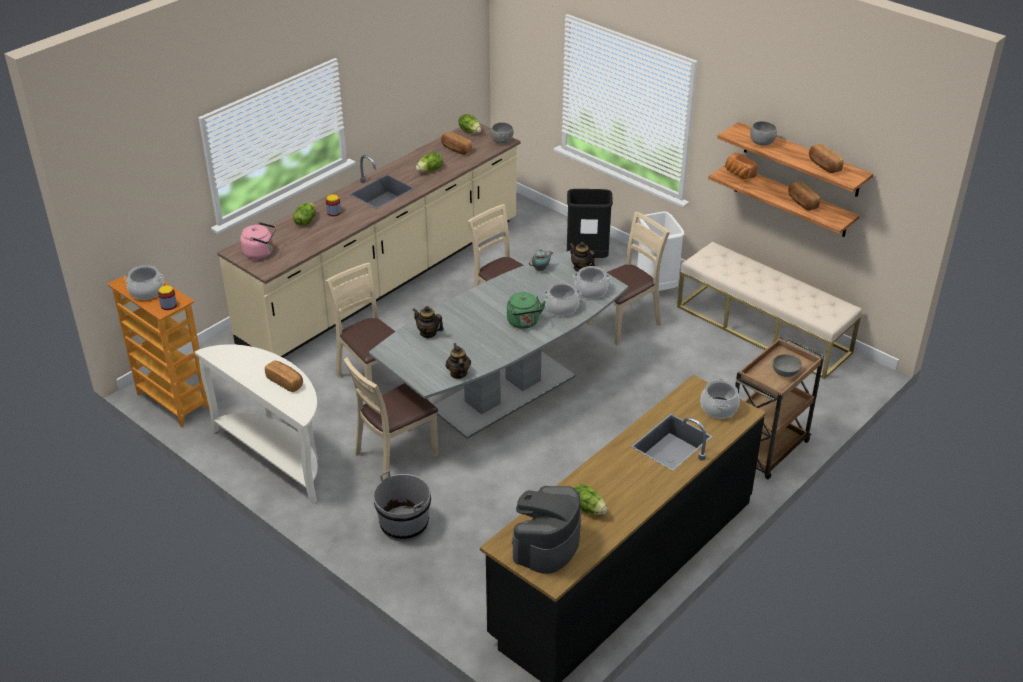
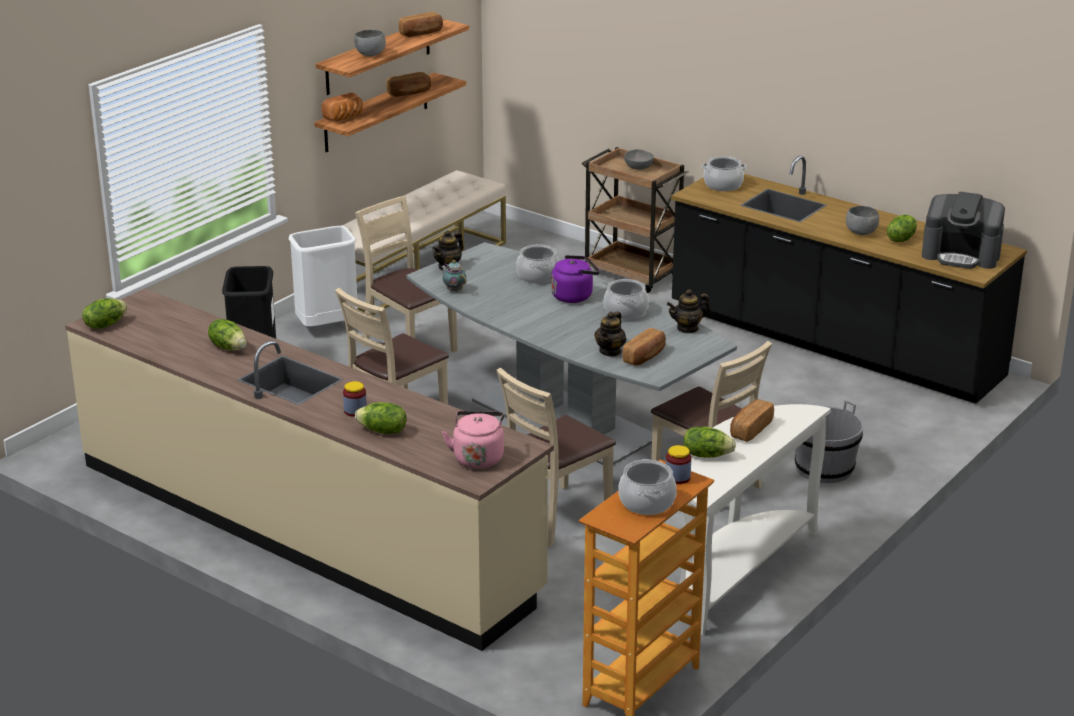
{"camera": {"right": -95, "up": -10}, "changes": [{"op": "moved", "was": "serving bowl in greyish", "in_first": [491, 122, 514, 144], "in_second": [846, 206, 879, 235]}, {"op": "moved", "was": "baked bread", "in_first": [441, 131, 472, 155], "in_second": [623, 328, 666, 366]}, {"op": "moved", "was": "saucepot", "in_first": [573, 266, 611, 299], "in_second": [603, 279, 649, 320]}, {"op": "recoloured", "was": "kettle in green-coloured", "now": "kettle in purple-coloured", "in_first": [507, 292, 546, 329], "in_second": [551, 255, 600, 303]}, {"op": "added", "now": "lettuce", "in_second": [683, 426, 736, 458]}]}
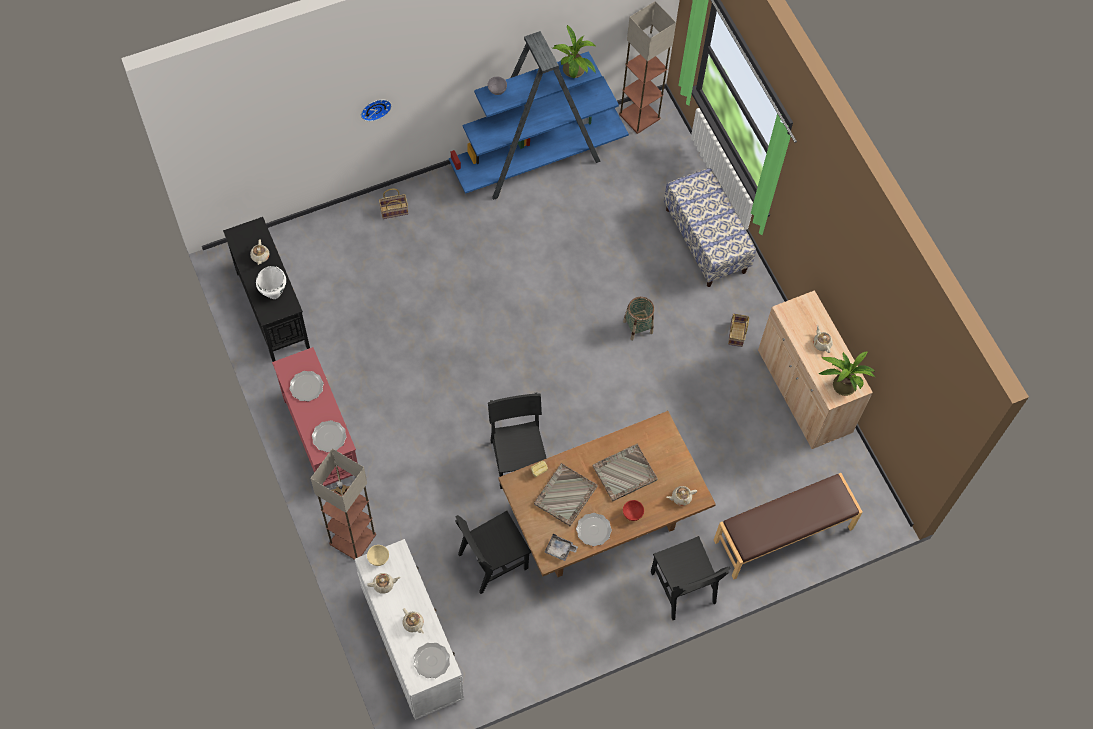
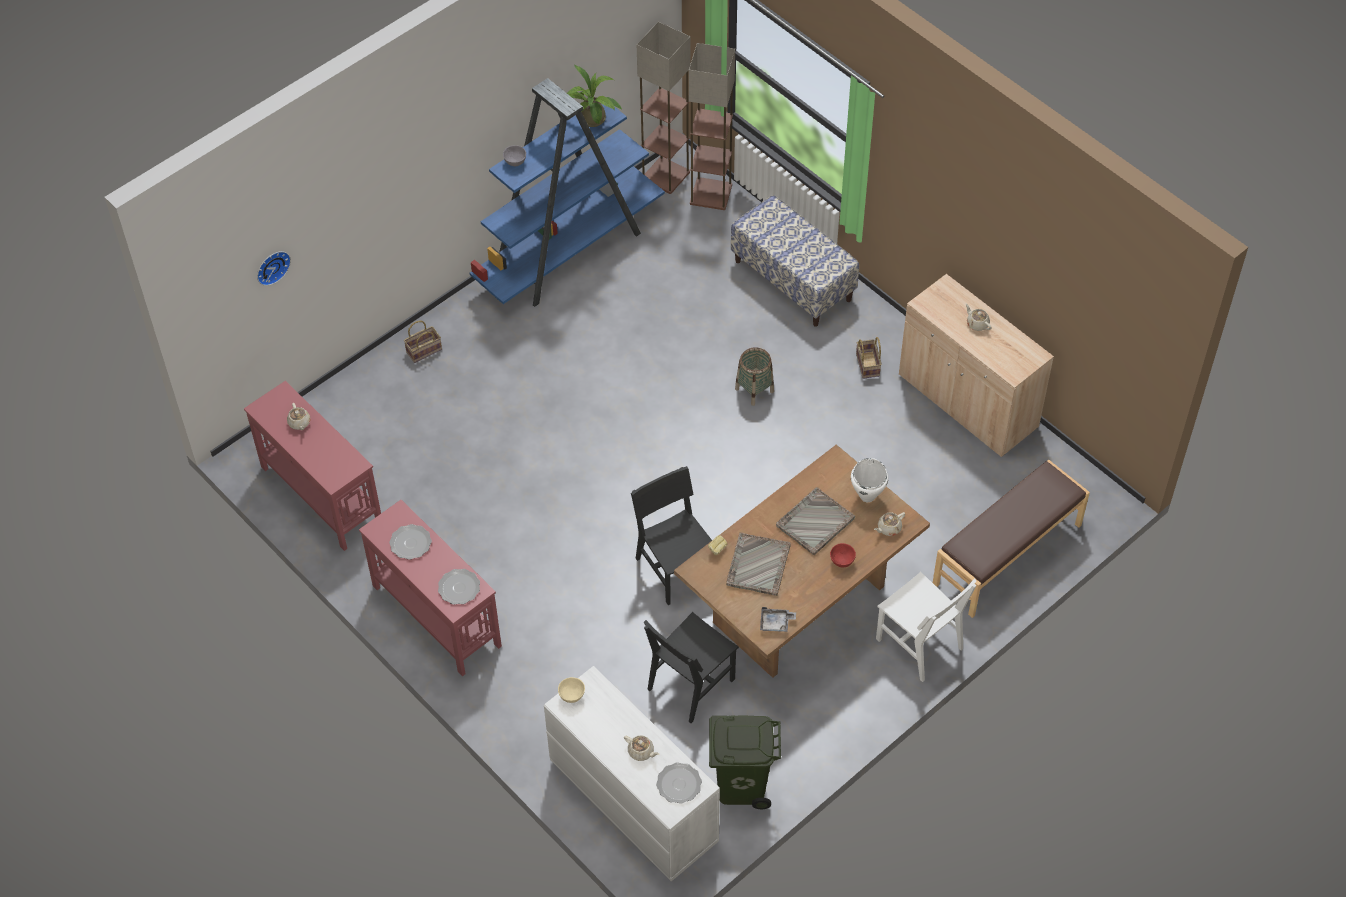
{"camera": {"right": -15, "up": -10}, "changes": [{"op": "moved", "was": "hanging clock", "in_first": [361, 99, 392, 121], "in_second": [257, 251, 291, 286]}, {"op": "recoloured", "was": "console table in black", "now": "console table in reddish", "in_first": [223, 217, 310, 362], "in_second": [244, 381, 381, 551]}, {"op": "moved", "was": "saucepot in whitish", "in_first": [256, 266, 286, 299], "in_second": [851, 458, 888, 502]}, {"op": "removed", "was": "houseplant", "in_first": [819, 352, 876, 396]}, {"op": "moved", "was": "standing lamp", "in_first": [310, 448, 376, 560], "in_second": [689, 43, 735, 210]}, {"op": "removed", "was": "dinner plate", "in_first": [576, 513, 612, 546]}, {"op": "recoloured", "was": "upright chair in black", "now": "upright chair in whitish", "in_first": [651, 536, 731, 620], "in_second": [876, 572, 977, 682]}, {"op": "removed", "was": "pot for tea in sand-coloured", "in_first": [367, 573, 401, 594]}, {"op": "added", "now": "trash can in green-coloured", "in_second": [709, 715, 781, 809]}]}
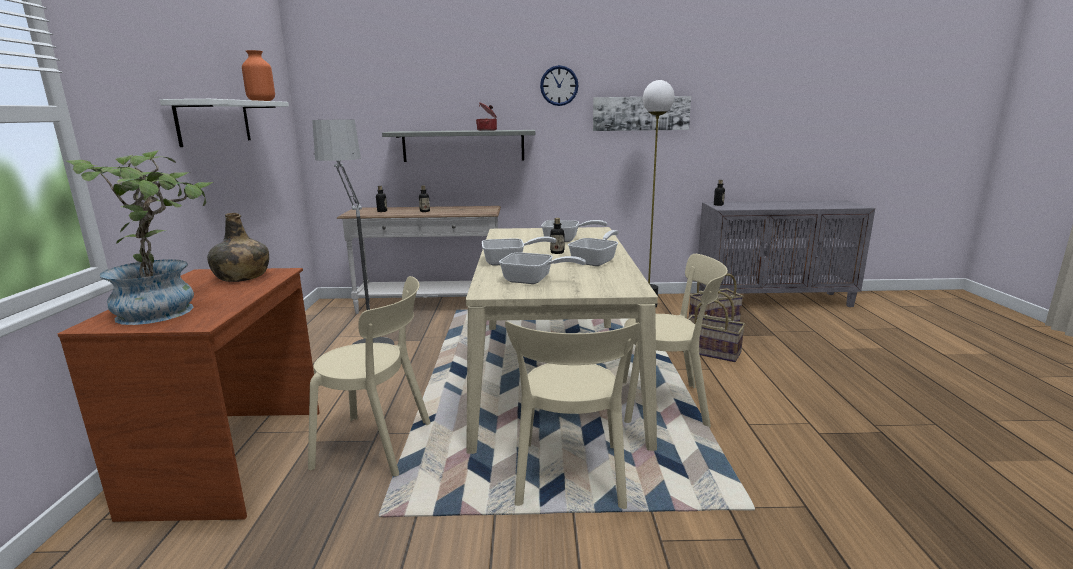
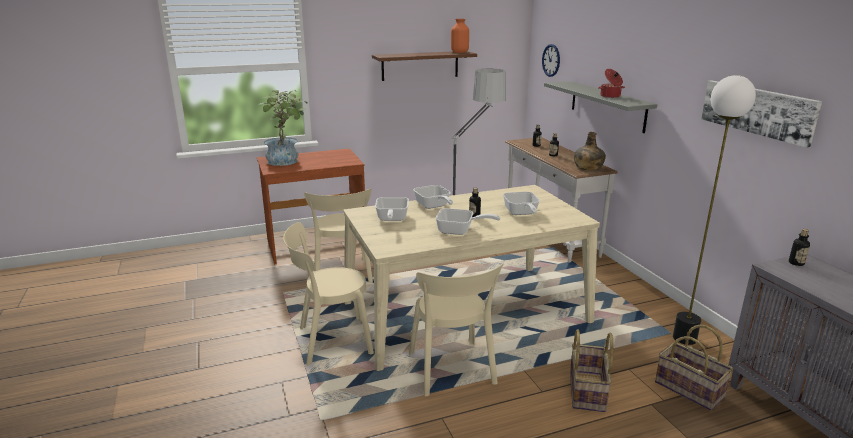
{"camera": {"right": 70, "up": 5}, "changes": [{"op": "moved", "was": "hanging clock", "in_first": [540, 65, 579, 106], "in_second": [542, 44, 560, 77]}, {"op": "recoloured", "was": "bracket shelf in whitish", "now": "bracket shelf in brown", "in_first": [160, 99, 289, 147], "in_second": [372, 51, 477, 81]}, {"op": "moved", "was": "beverage bottle in green-coloured", "in_first": [207, 213, 269, 282], "in_second": [574, 132, 606, 170]}]}
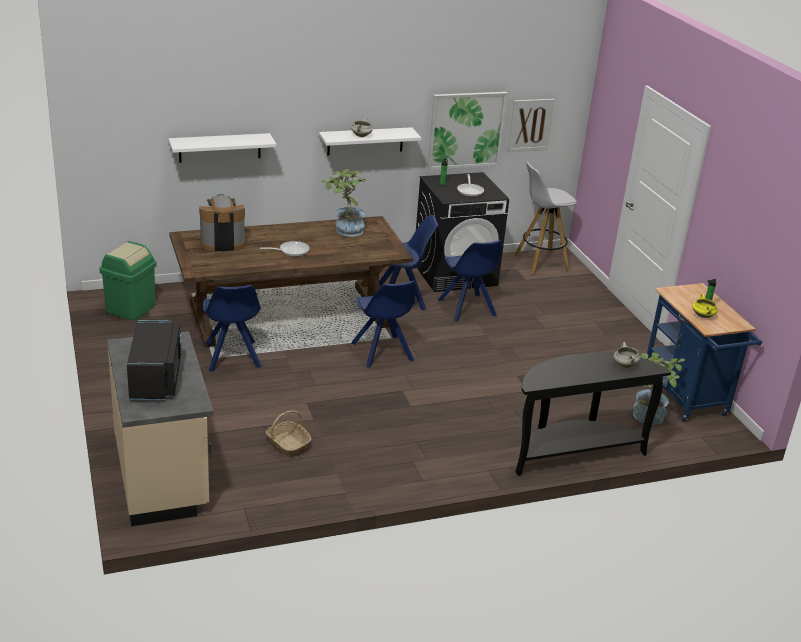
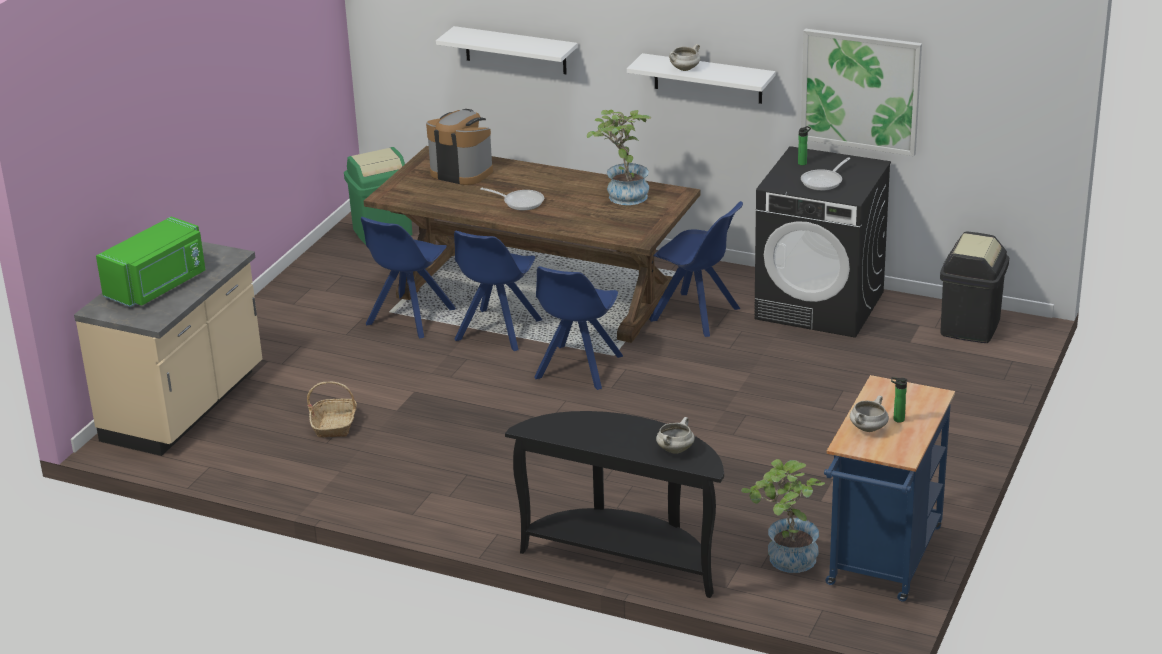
{"camera": {"right": 45, "up": 0}, "changes": [{"op": "removed", "was": "wall picture", "in_first": [507, 99, 555, 152]}, {"op": "replaced", "was": "stool seat in whitish", "now": "trash can in black", "in_first": [514, 162, 577, 275], "in_second": [940, 231, 1009, 343]}, {"op": "moved", "was": "upright chair in blue", "in_first": [438, 240, 502, 322], "in_second": [454, 231, 542, 351]}, {"op": "recoloured", "was": "saucepot in yellow", "now": "saucepot in whitish", "in_first": [692, 294, 717, 318], "in_second": [850, 396, 889, 432]}, {"op": "recoloured", "was": "microwave in black", "now": "microwave in green-coloured", "in_first": [127, 319, 182, 400], "in_second": [96, 216, 205, 307]}]}
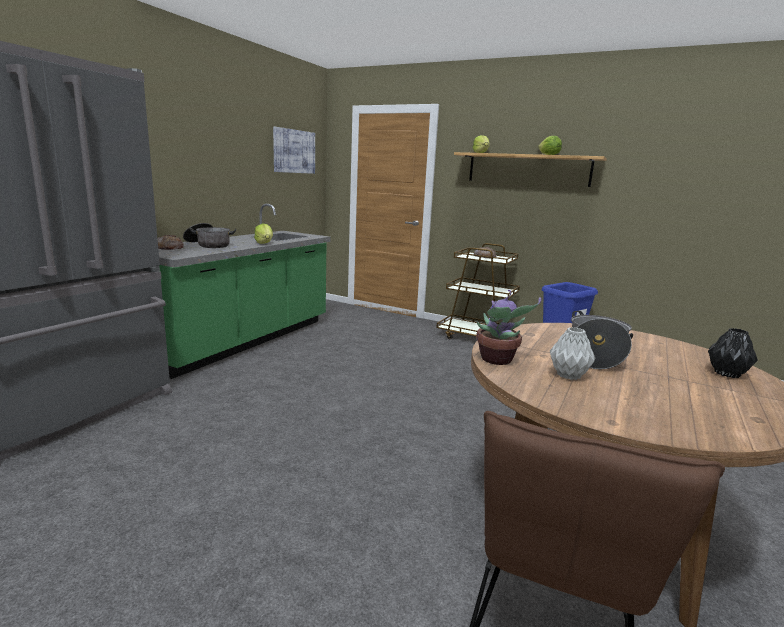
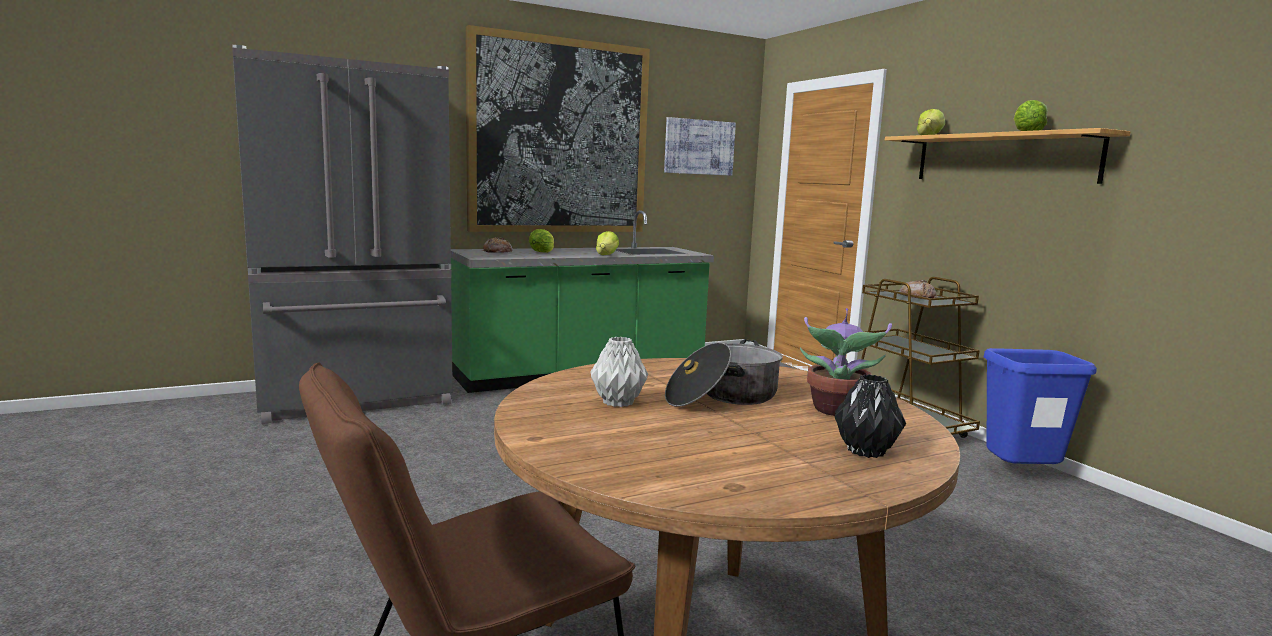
{"camera": {"right": 35, "up": -5}, "changes": [{"op": "replaced", "was": "saucepot", "now": "lettuce", "in_first": [183, 223, 236, 248], "in_second": [529, 229, 554, 253]}, {"op": "moved", "was": "houseplant", "in_first": [476, 290, 541, 365], "in_second": [800, 308, 892, 416]}, {"op": "added", "now": "wall picture", "in_second": [466, 25, 650, 232]}]}
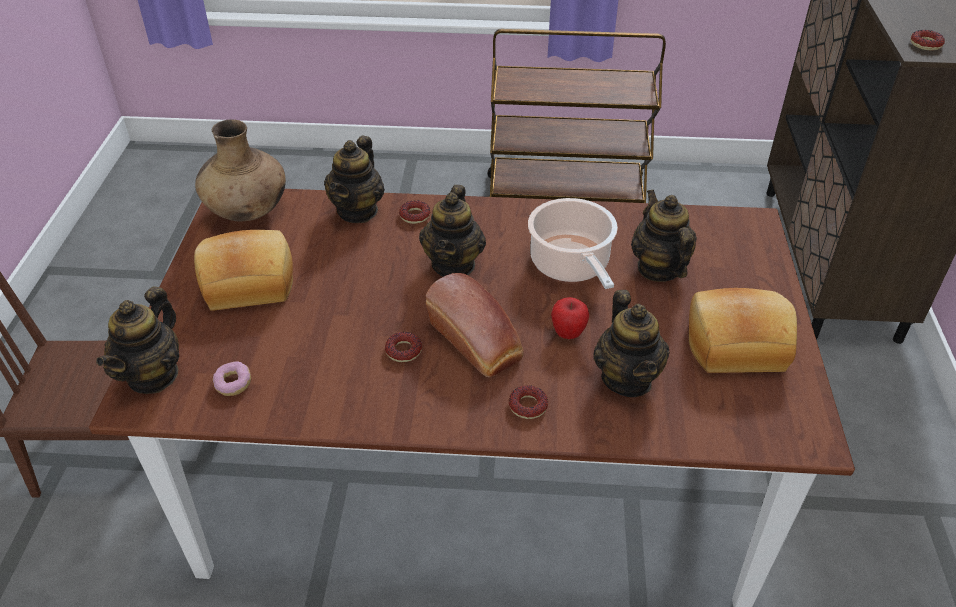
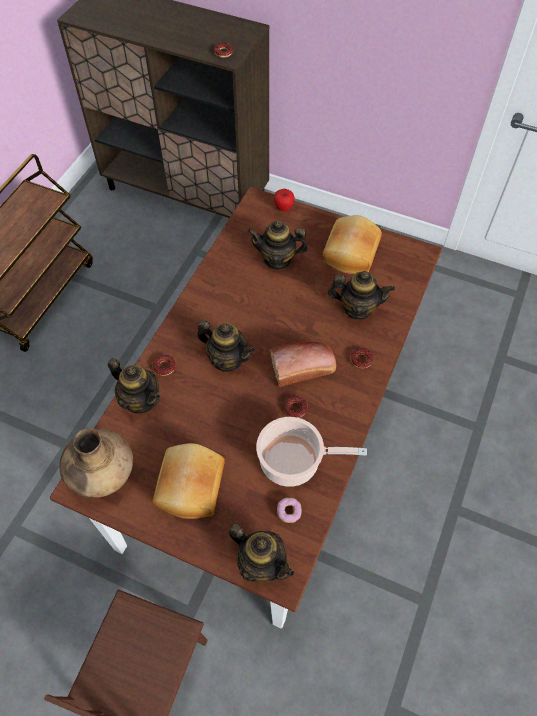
{"camera": {"right": -70, "up": 15}, "changes": [{"op": "moved", "was": "saucepot", "in_first": [528, 198, 618, 289], "in_second": [256, 417, 367, 487]}, {"op": "moved", "was": "apple fruit", "in_first": [551, 297, 589, 339], "in_second": [274, 189, 295, 211]}]}
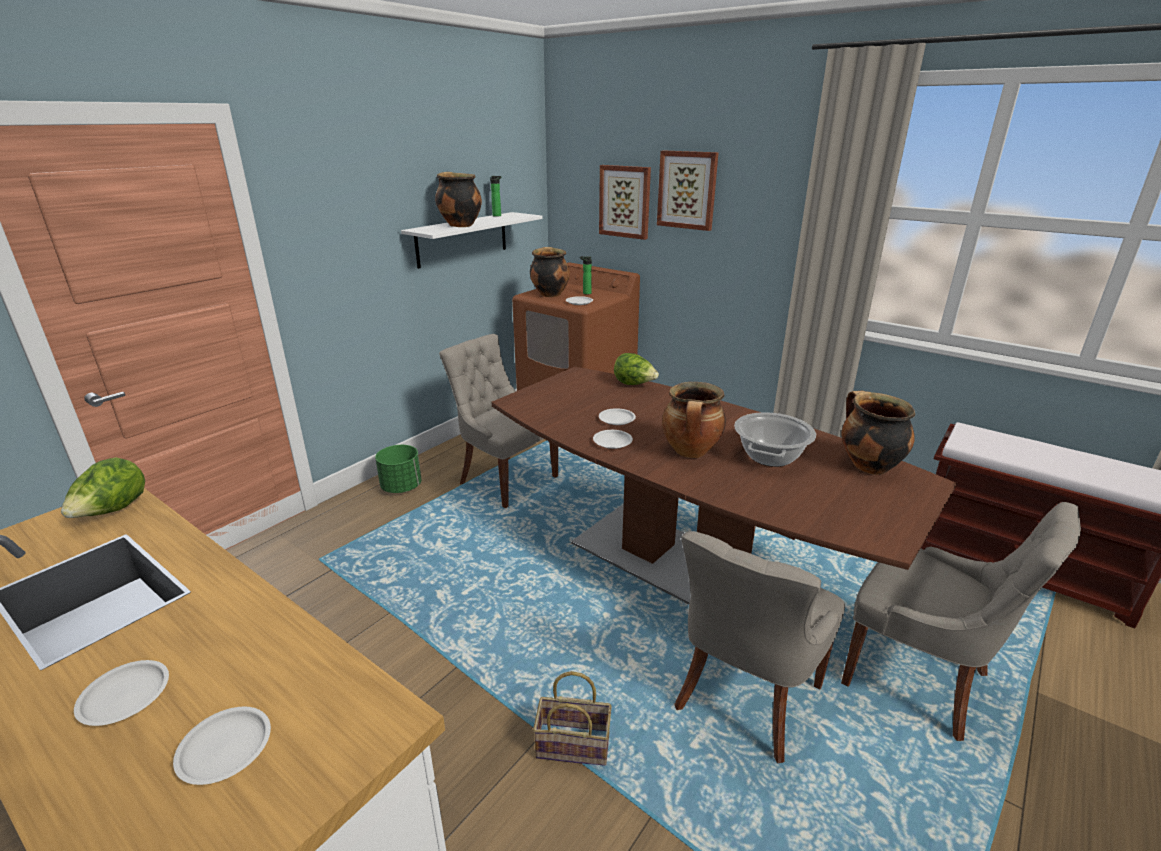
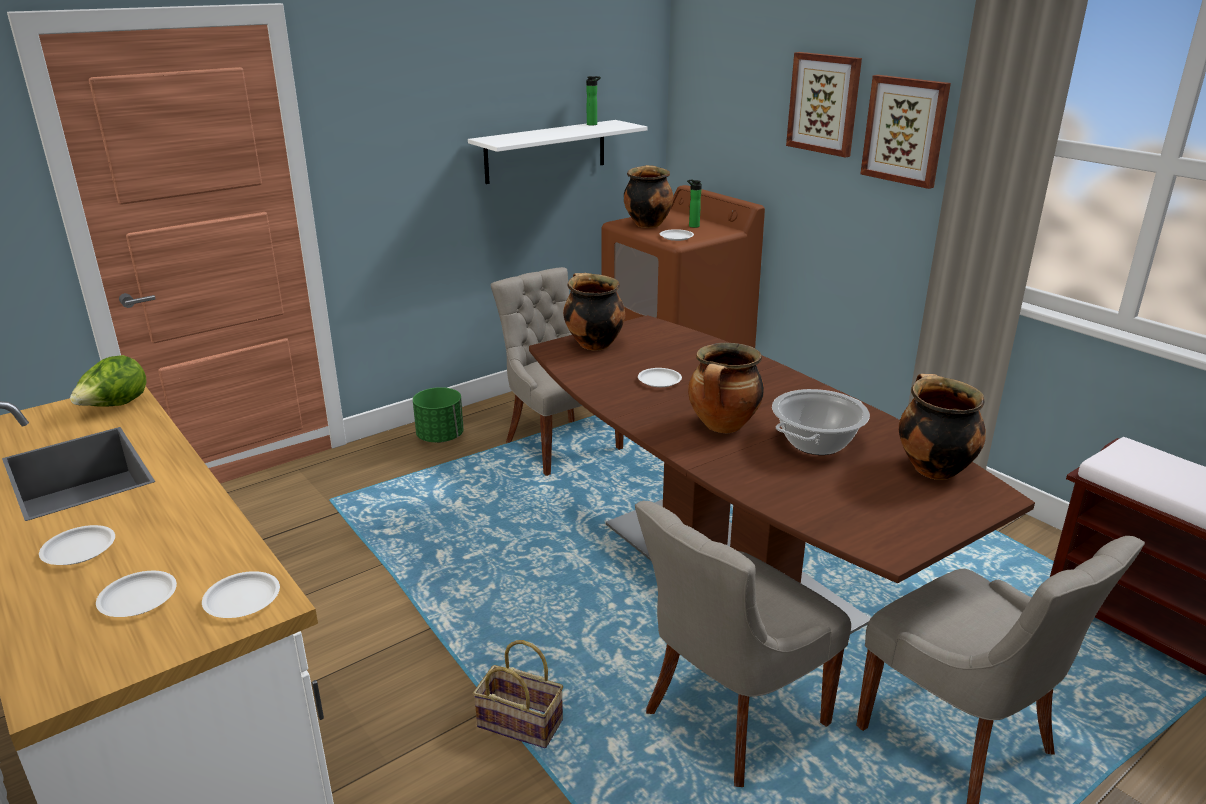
{"camera": {"right": 15, "up": 0}, "changes": [{"op": "moved", "was": "wall picture", "in_first": [599, 165, 651, 240], "in_second": [860, 75, 951, 189]}, {"op": "moved", "was": "saucepot", "in_first": [435, 172, 482, 227], "in_second": [563, 273, 625, 351]}, {"op": "removed", "was": "lettuce", "in_first": [614, 353, 659, 385]}, {"op": "moved", "was": "dinner plate in whitish", "in_first": [593, 430, 633, 449], "in_second": [202, 571, 280, 618]}]}
